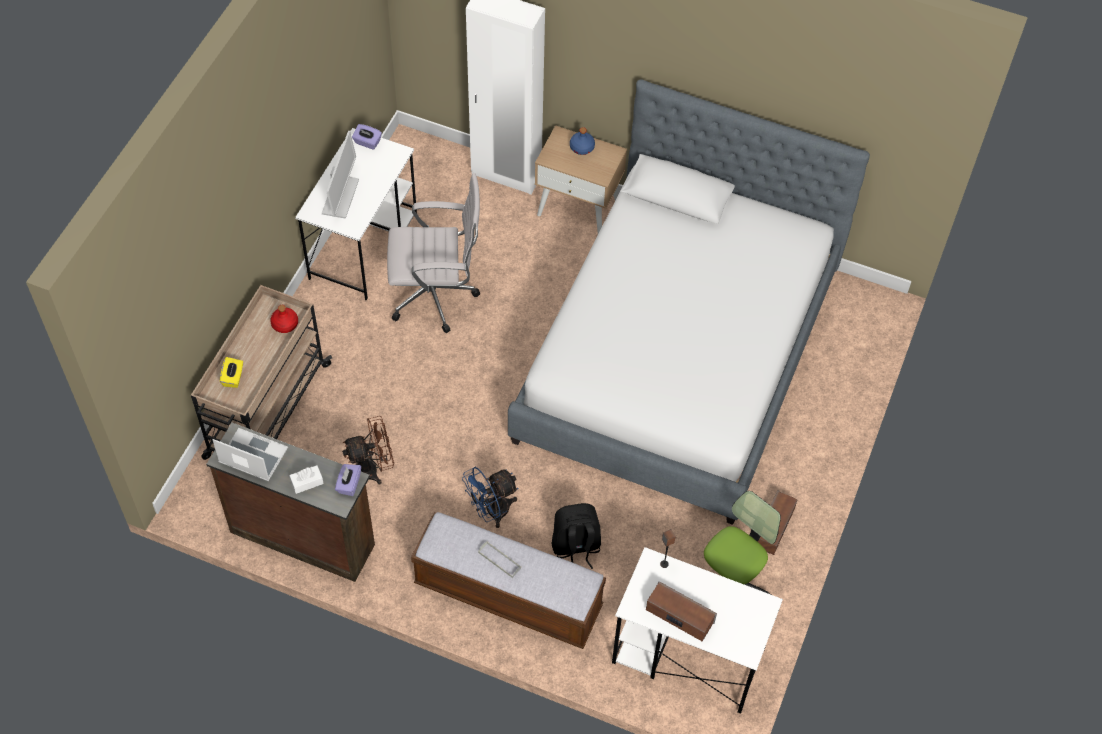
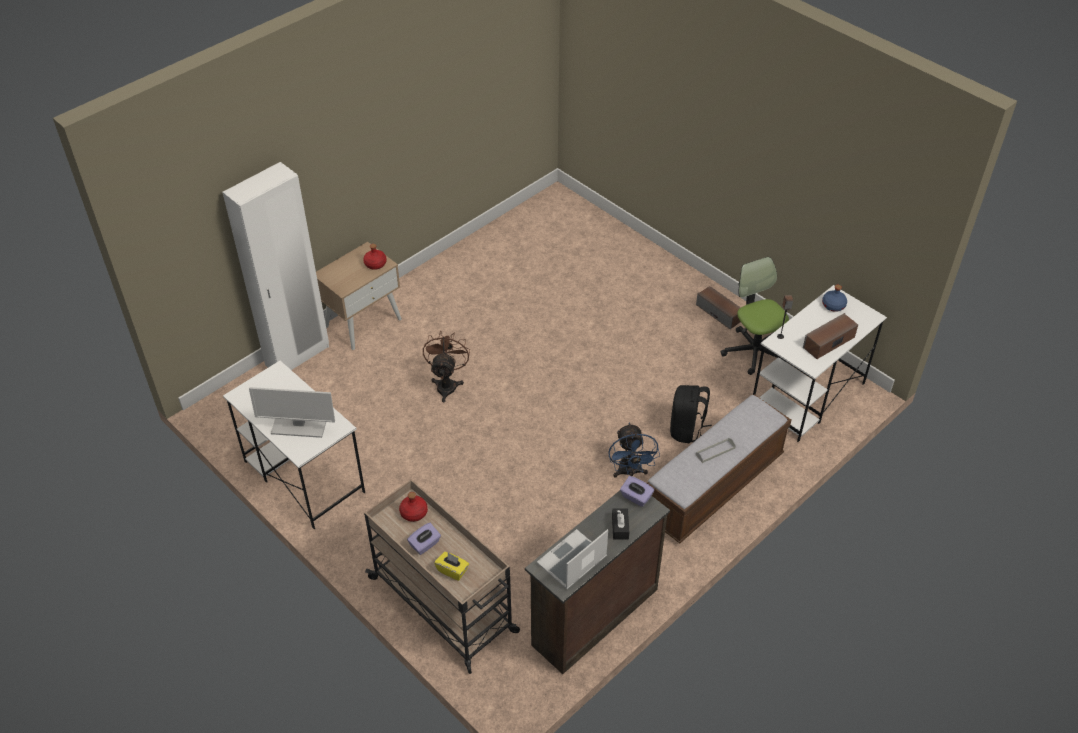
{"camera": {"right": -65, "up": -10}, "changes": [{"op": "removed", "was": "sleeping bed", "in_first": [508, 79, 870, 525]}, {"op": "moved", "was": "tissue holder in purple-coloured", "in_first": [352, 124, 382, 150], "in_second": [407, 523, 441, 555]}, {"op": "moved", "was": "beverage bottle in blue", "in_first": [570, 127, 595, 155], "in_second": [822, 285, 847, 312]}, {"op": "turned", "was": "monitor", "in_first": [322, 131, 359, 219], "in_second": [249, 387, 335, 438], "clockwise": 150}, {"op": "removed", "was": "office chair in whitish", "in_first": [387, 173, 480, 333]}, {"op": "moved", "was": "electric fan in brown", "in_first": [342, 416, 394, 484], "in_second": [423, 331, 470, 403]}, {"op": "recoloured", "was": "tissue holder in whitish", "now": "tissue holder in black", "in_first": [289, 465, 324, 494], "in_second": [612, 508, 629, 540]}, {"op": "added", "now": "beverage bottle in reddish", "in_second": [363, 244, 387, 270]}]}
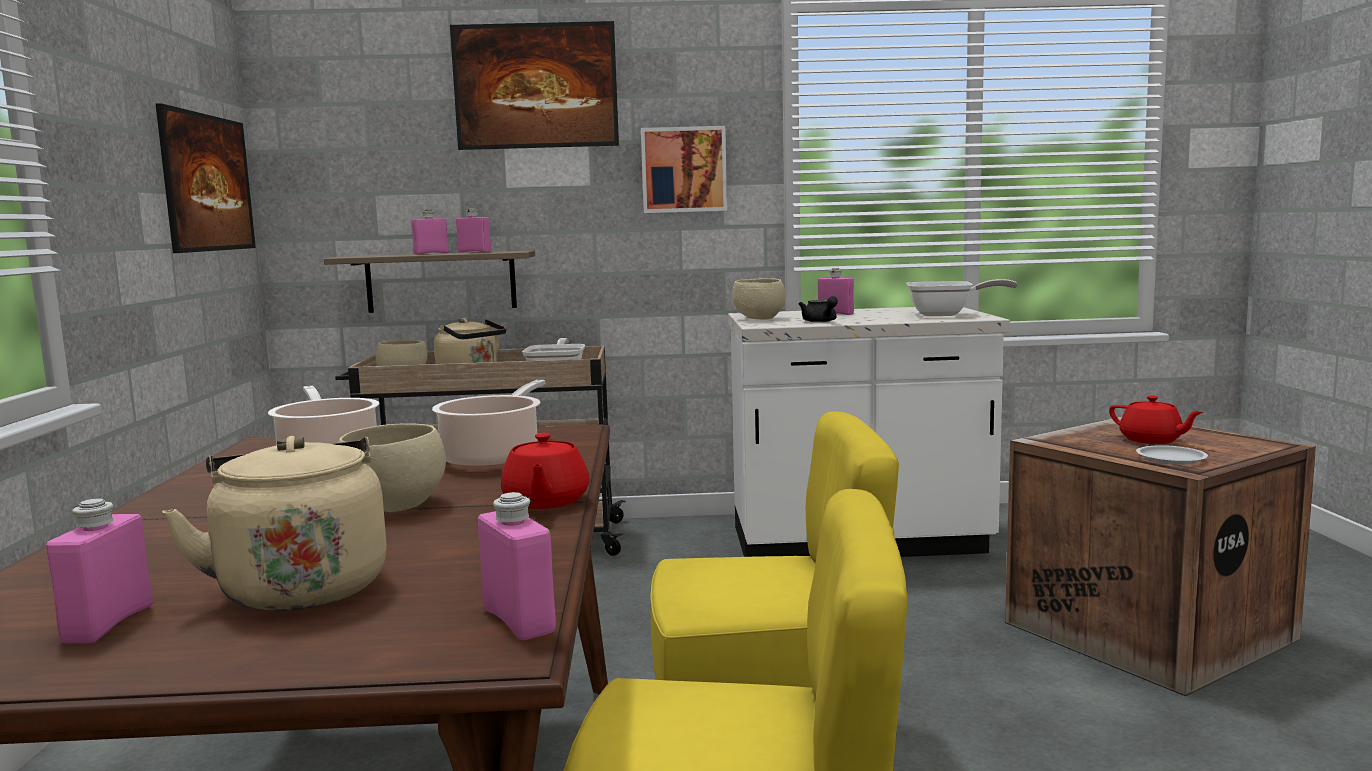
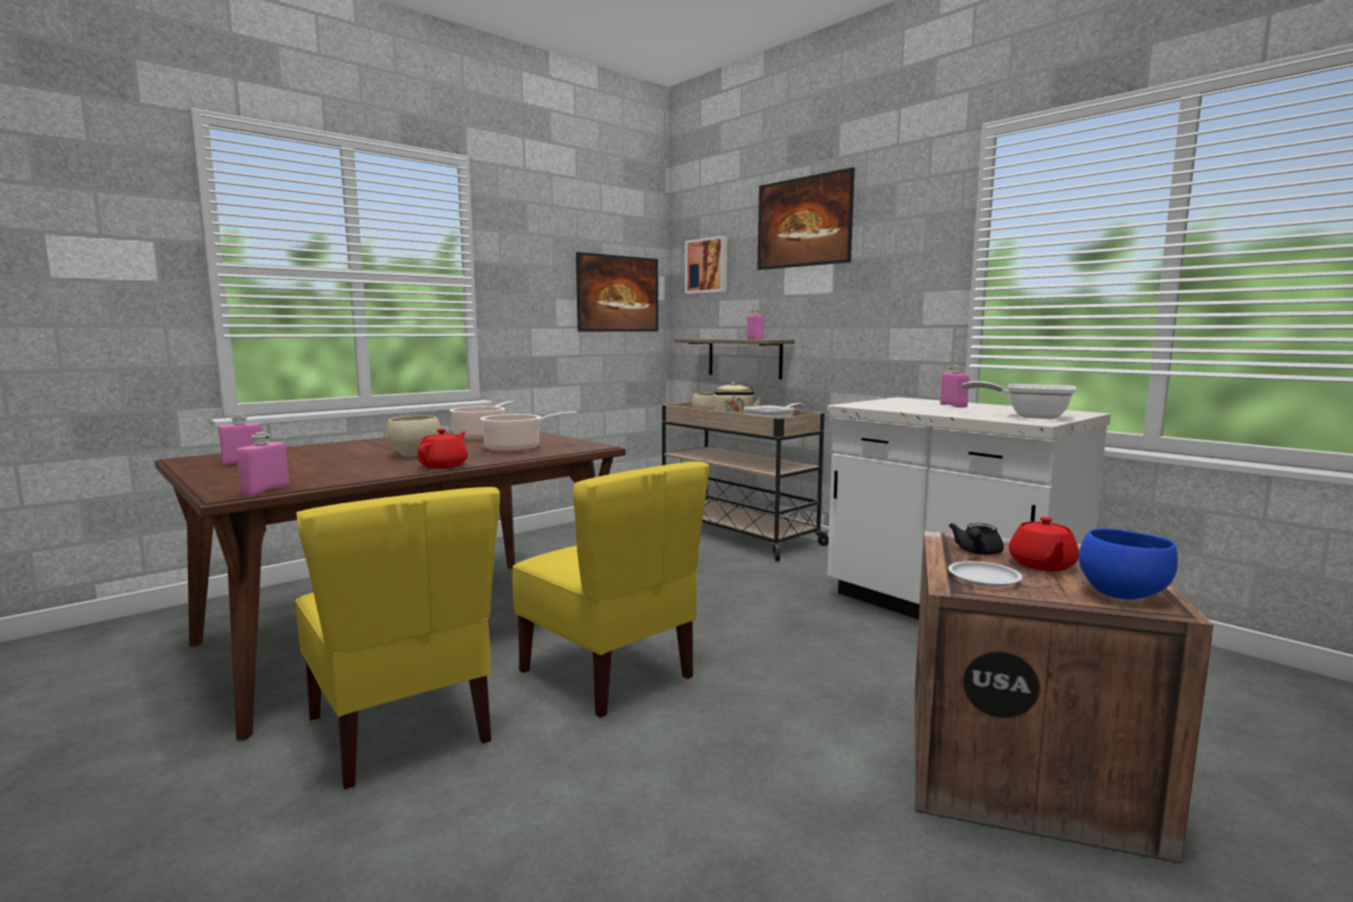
{"camera": {"right": 50, "up": 0}, "changes": [{"op": "moved", "was": "wall picture", "in_first": [641, 126, 727, 213], "in_second": [685, 236, 727, 294]}, {"op": "removed", "was": "beverage bottle in pink", "in_first": [411, 209, 449, 254]}, {"op": "removed", "was": "serving bowl in sand-coloured", "in_first": [732, 278, 786, 320]}, {"op": "turned", "was": "skillet", "in_first": [906, 279, 1018, 316], "in_second": [961, 381, 1076, 419], "clockwise": 150}, {"op": "moved", "was": "pot for tea in black", "in_first": [799, 296, 838, 322], "in_second": [949, 523, 1004, 555]}, {"op": "turned", "was": "pot for tea in reddish", "in_first": [501, 433, 590, 509], "in_second": [417, 429, 468, 469], "clockwise": 150}, {"op": "removed", "was": "kettle in sand-coloured", "in_first": [162, 436, 387, 611]}, {"op": "added", "now": "serving bowl in blue", "in_second": [1079, 529, 1178, 600]}]}
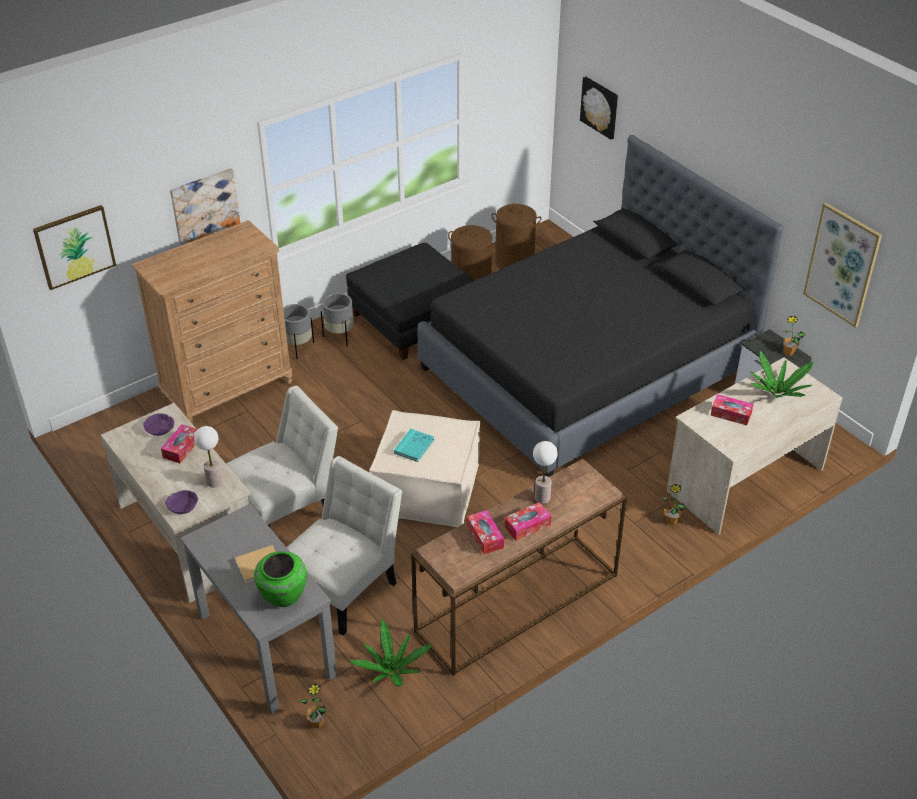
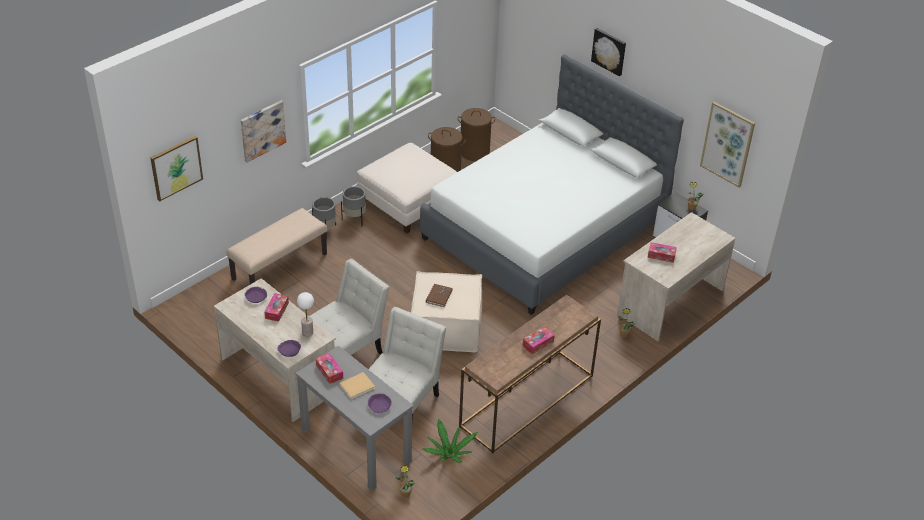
{"camera": {"right": -10, "up": 0}, "changes": [{"op": "moved", "was": "wall picture", "in_first": [580, 77, 618, 140], "in_second": [591, 28, 626, 76]}, {"op": "recoloured", "was": "sleeping bed in black", "now": "sleeping bed in whitish", "in_first": [418, 135, 784, 477], "in_second": [420, 54, 684, 315]}, {"op": "replaced", "was": "dresser in brown", "now": "indoor bench in sand-coloured", "in_first": [132, 220, 292, 424], "in_second": [226, 208, 327, 284]}, {"op": "recoloured", "was": "footrest in black", "now": "footrest in whitish", "in_first": [346, 243, 474, 360], "in_second": [357, 143, 457, 233]}, {"op": "removed", "was": "houseplant", "in_first": [750, 351, 814, 398]}, {"op": "recoloured", "was": "volume in blue-green", "now": "volume in brown", "in_first": [394, 429, 434, 462], "in_second": [426, 284, 453, 307]}, {"op": "removed", "was": "lamp for a table", "in_first": [533, 441, 558, 504]}, {"op": "moved", "was": "tissue holder", "in_first": [467, 510, 504, 554], "in_second": [316, 353, 343, 384]}, {"op": "replaced", "was": "flower vase in green-coloured", "now": "serving bowl in purple-coloured", "in_first": [254, 551, 307, 607], "in_second": [368, 393, 392, 413]}]}
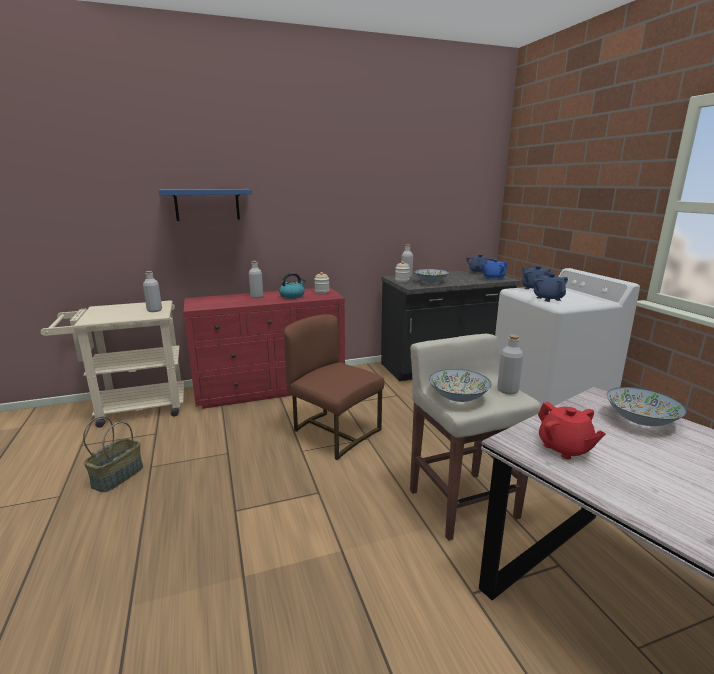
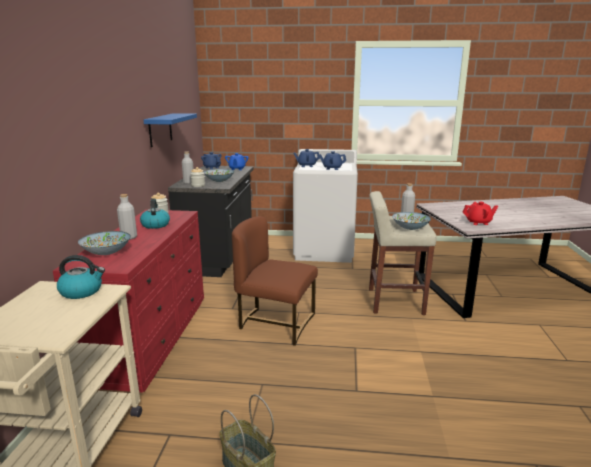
{"camera": {"right": -65, "up": 0}, "changes": [{"op": "moved", "was": "bracket shelf in blue", "in_first": [158, 189, 252, 221], "in_second": [144, 113, 197, 147]}, {"op": "replaced", "was": "beverage bottle in greyish", "now": "kettle", "in_first": [143, 271, 162, 312], "in_second": [57, 255, 105, 299]}, {"op": "turned", "was": "upright chair in brown", "in_first": [284, 314, 384, 460], "in_second": [232, 216, 318, 346], "clockwise": 45}, {"op": "moved", "was": "serving bowl", "in_first": [607, 387, 687, 426], "in_second": [78, 231, 131, 255]}]}
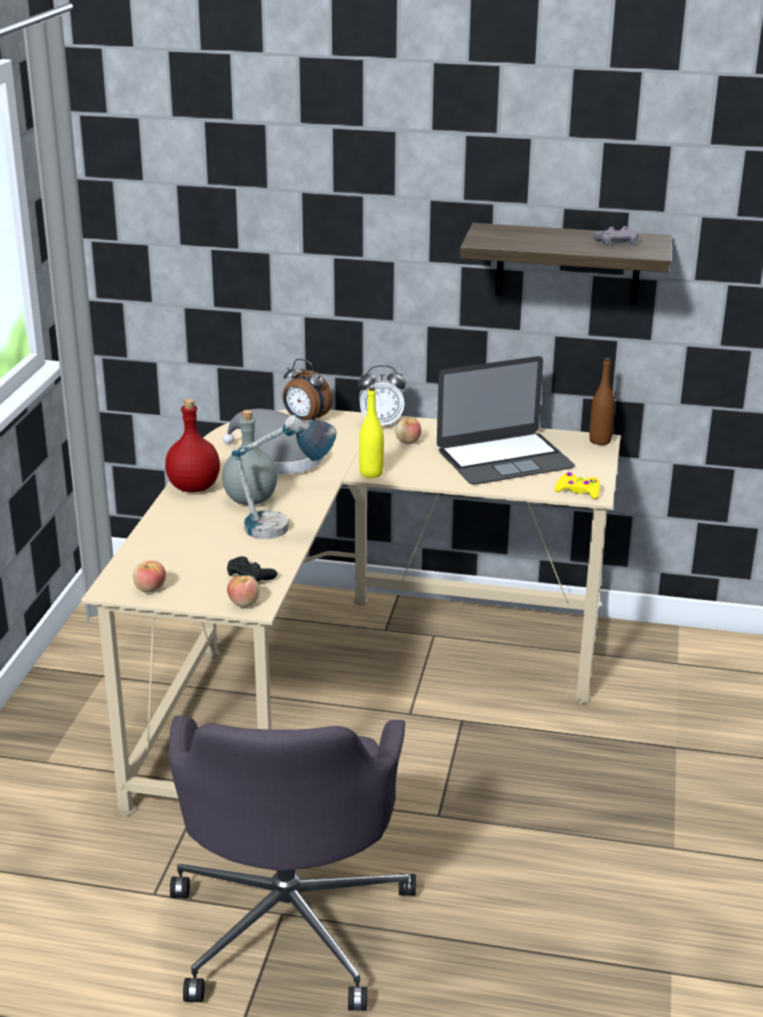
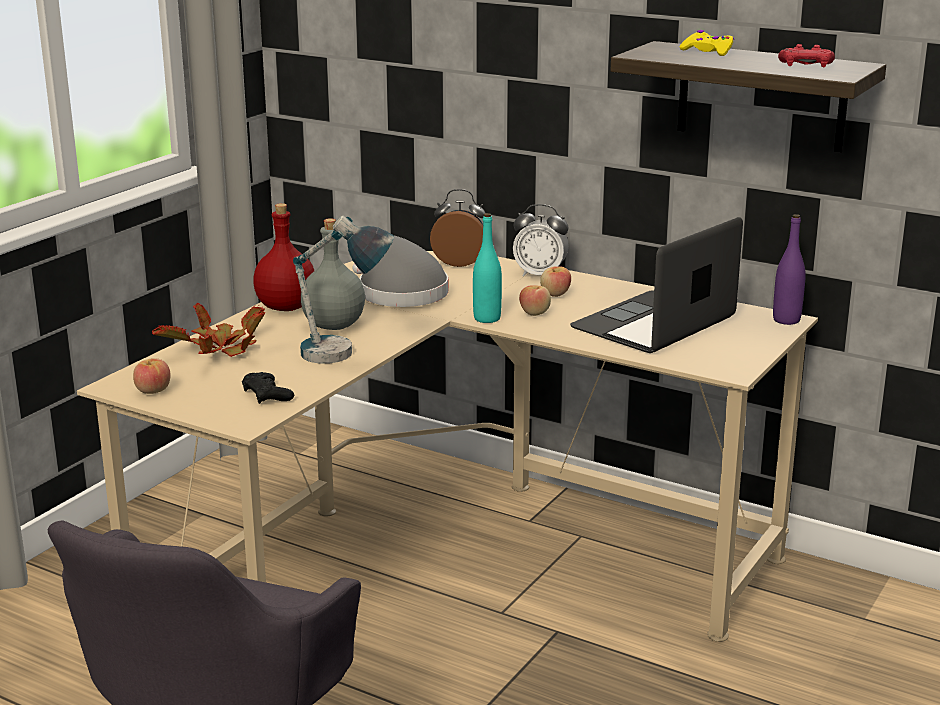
{"camera": {"right": 20, "up": -5}, "changes": [{"op": "recoloured", "was": "game controller in greyish", "now": "game controller in reddish", "in_first": [593, 226, 638, 246], "in_second": [778, 44, 835, 67]}, {"op": "turned", "was": "laptop", "in_first": [437, 356, 575, 485], "in_second": [570, 217, 743, 353], "clockwise": 135}, {"op": "recoloured", "was": "beverage bottle in brown", "now": "beverage bottle in purple-coloured", "in_first": [589, 358, 615, 445], "in_second": [773, 214, 806, 325]}, {"op": "turned", "was": "bedside clock", "in_first": [282, 359, 333, 421], "in_second": [430, 189, 485, 267], "clockwise": 135}, {"op": "recoloured", "was": "beverage bottle in yellow", "now": "beverage bottle in blue-green", "in_first": [359, 387, 384, 478], "in_second": [473, 213, 502, 323]}, {"op": "moved", "was": "game controller in yellow", "in_first": [555, 472, 600, 499], "in_second": [680, 30, 734, 56]}, {"op": "moved", "was": "apple fruit", "in_first": [227, 575, 260, 607], "in_second": [519, 285, 551, 316]}, {"op": "added", "now": "houseplant", "in_second": [152, 303, 265, 357]}]}
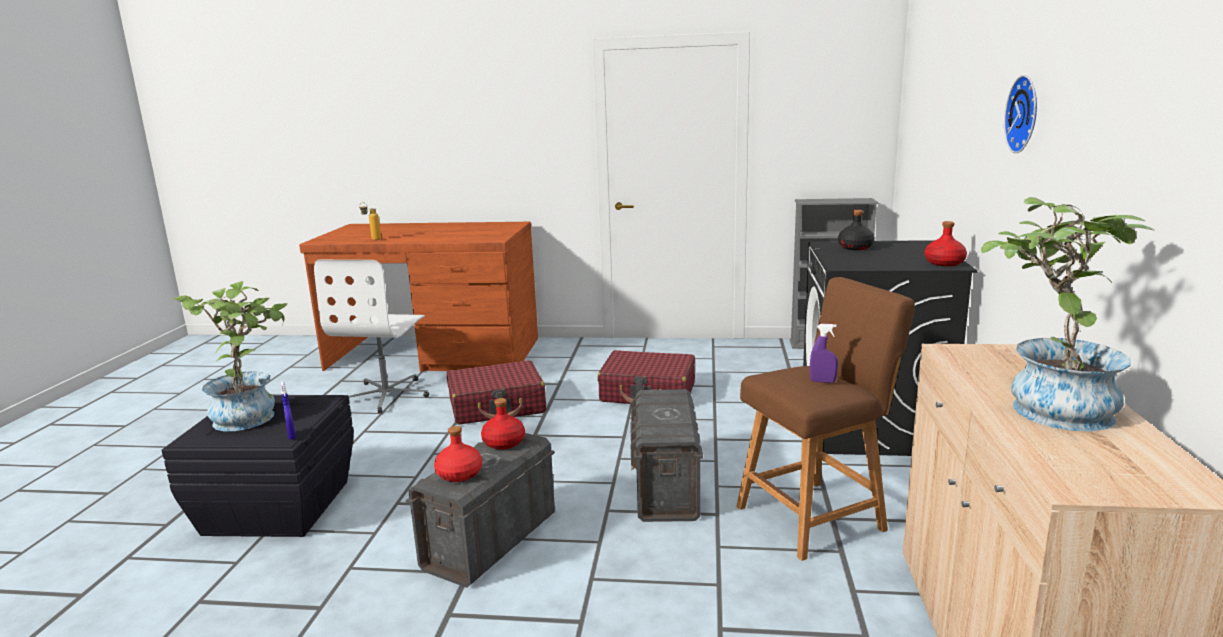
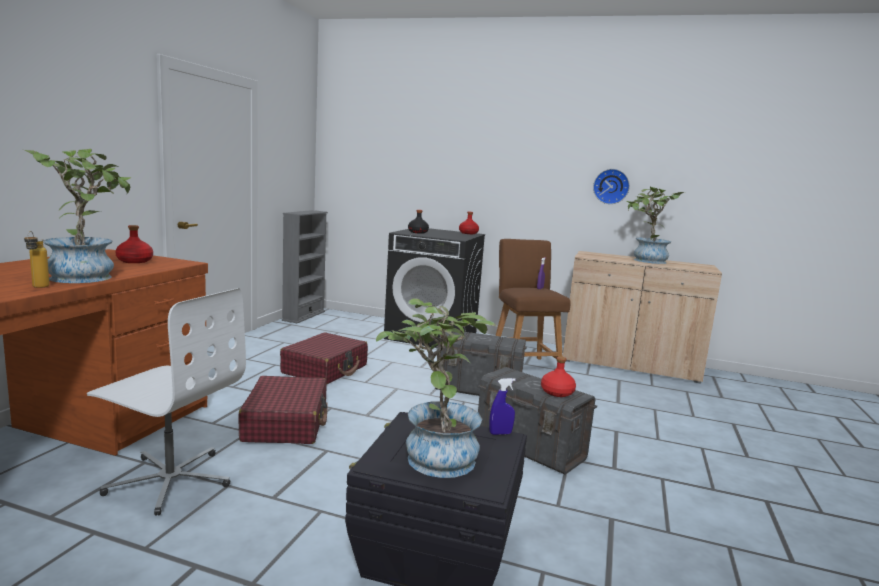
{"camera": {"right": -80, "up": -5}, "changes": [{"op": "moved", "was": "hanging clock", "in_first": [1004, 75, 1037, 153], "in_second": [593, 169, 630, 204]}, {"op": "moved", "was": "beverage bottle in reddish", "in_first": [481, 398, 525, 450], "in_second": [115, 225, 153, 263]}, {"op": "added", "now": "houseplant", "in_second": [25, 149, 131, 283]}]}
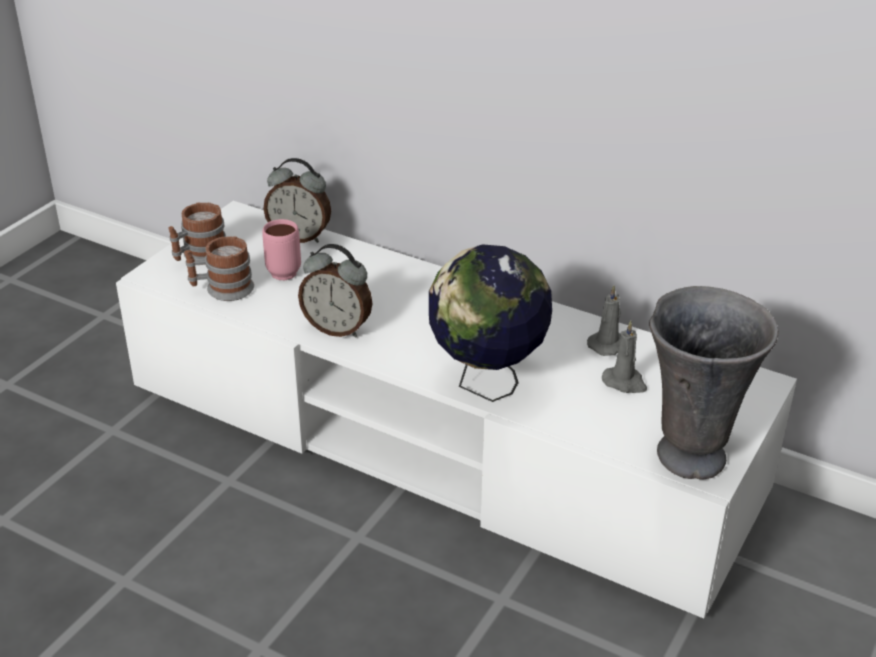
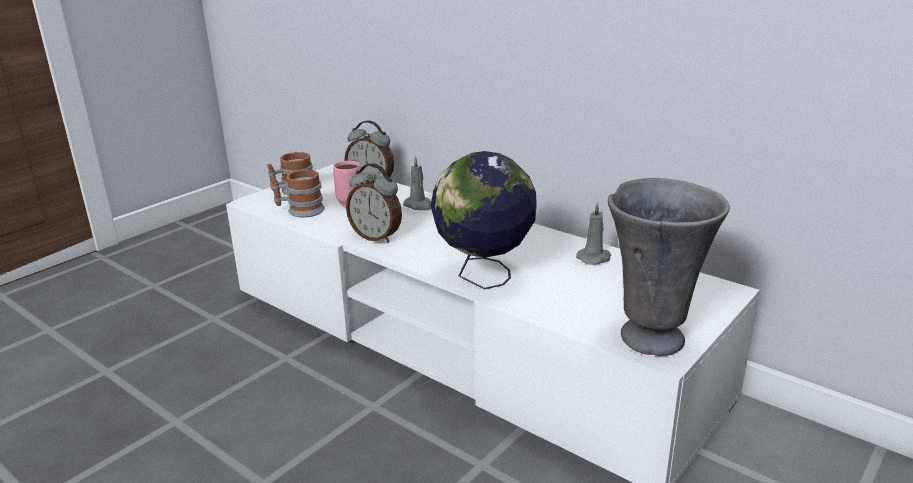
{"camera": {"right": 10, "up": -10}, "changes": [{"op": "moved", "was": "wax candle in greyish", "in_first": [602, 320, 647, 393], "in_second": [403, 156, 431, 210]}]}
